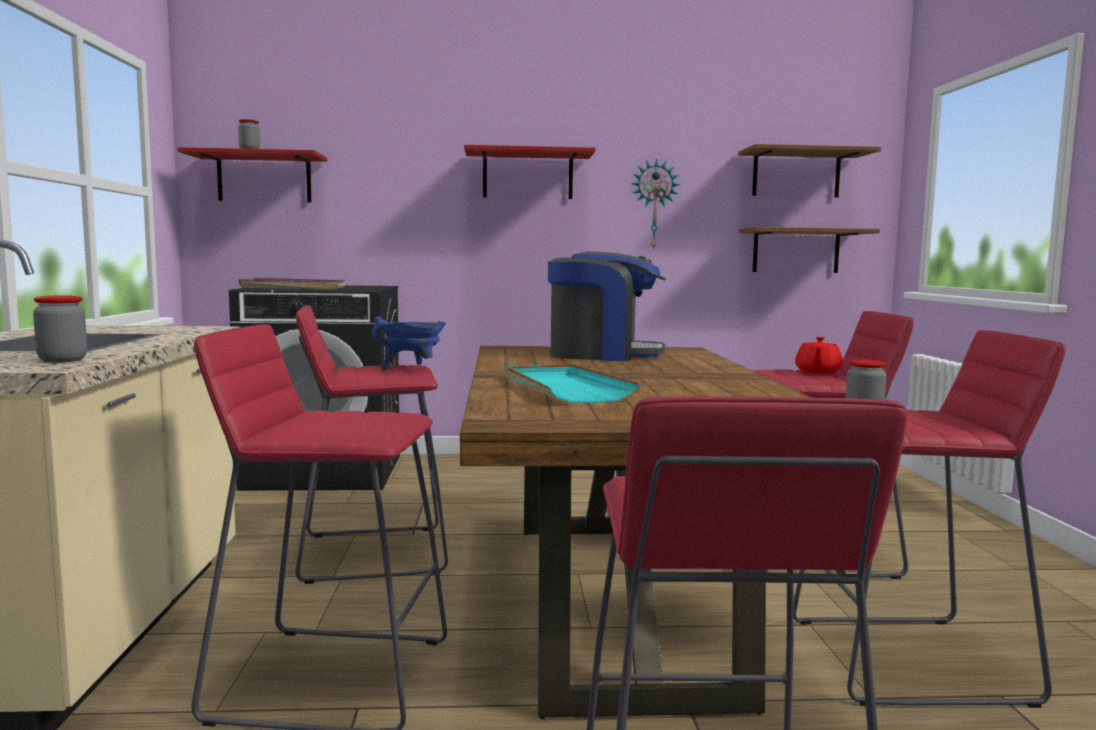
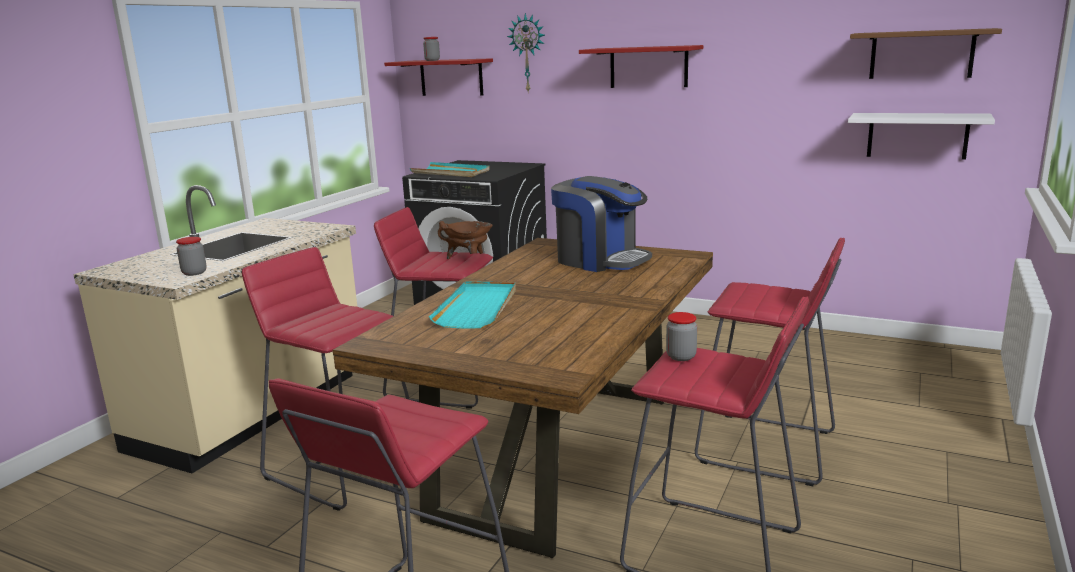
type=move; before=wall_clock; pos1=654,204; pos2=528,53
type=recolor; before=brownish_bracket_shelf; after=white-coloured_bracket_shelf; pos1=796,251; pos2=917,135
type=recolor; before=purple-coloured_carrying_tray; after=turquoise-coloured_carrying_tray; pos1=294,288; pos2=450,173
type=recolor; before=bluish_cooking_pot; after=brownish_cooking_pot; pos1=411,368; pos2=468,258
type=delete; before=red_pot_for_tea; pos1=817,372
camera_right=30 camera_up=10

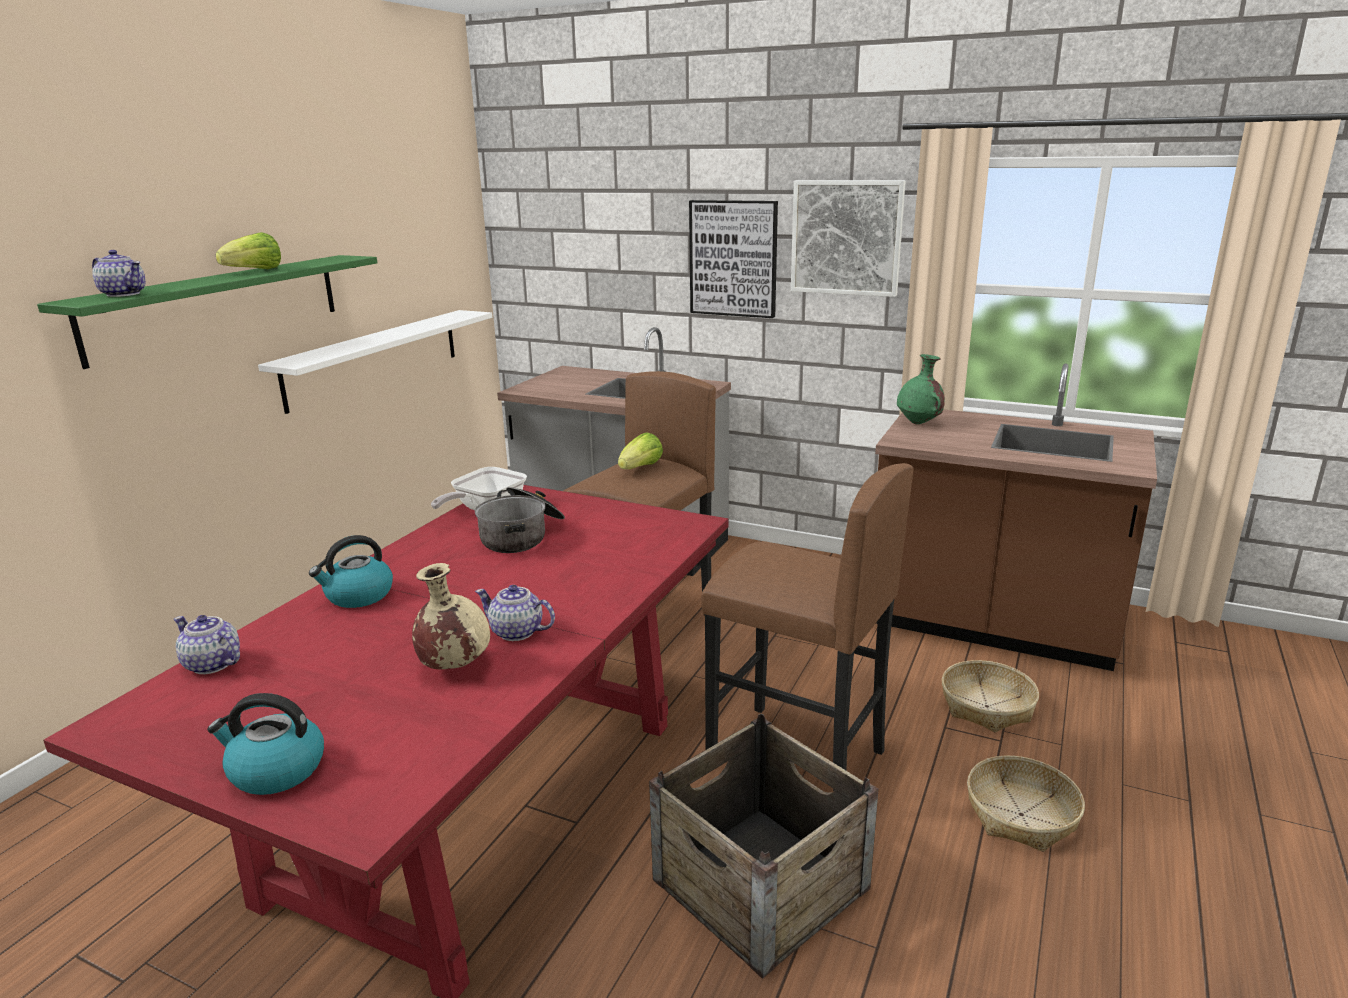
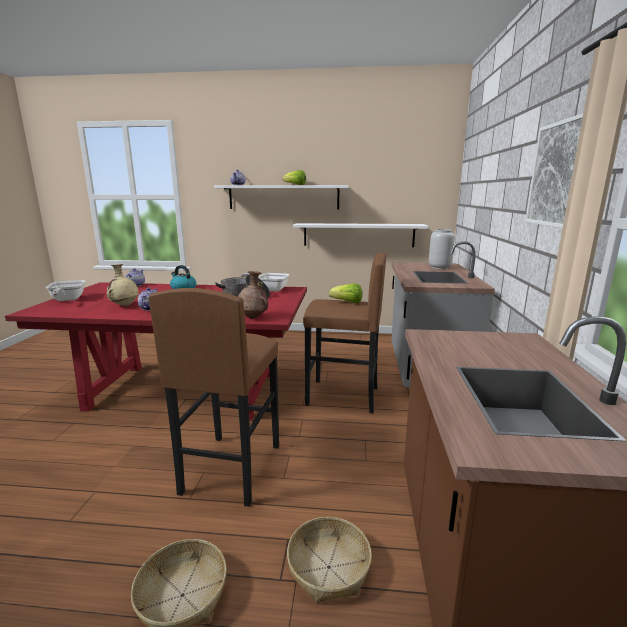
type=delete; before=wall_art; pos1=733,258
type=recolor; before=green_bracket_shelf; after=white-coloured_bracket_shelf; pos1=218,306; pos2=283,197
type=delete; before=green_flower_vase; pos1=919,423
type=replace; before=water_kettle; after=skillet; pos1=275,770; pos2=67,300
type=delete; before=crate; pos1=760,885
type=insert; after=gray_flower_vase; pos2=439,267
type=insert; after=brownish_flower_vase; pos2=253,317
camera_right=70 camera_up=-5

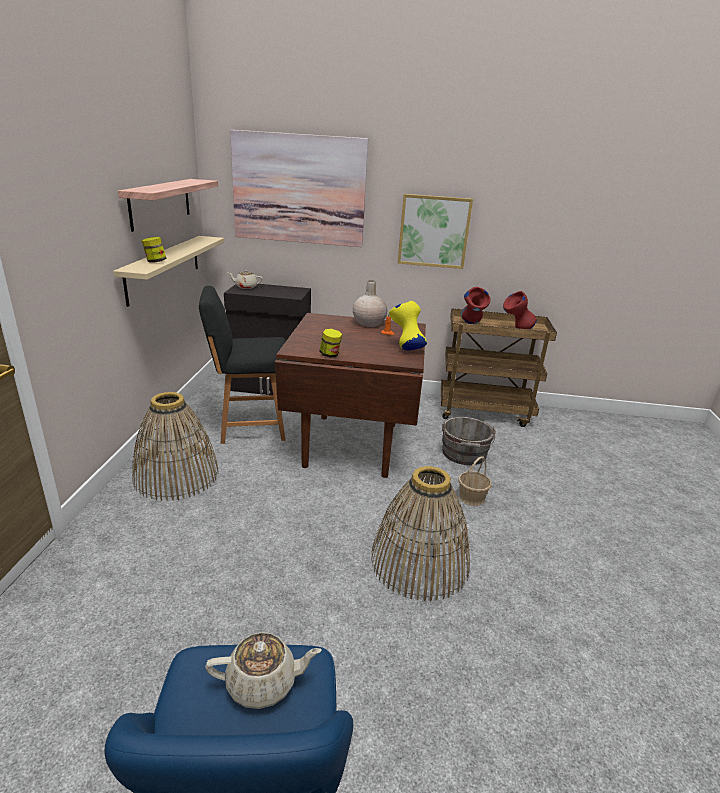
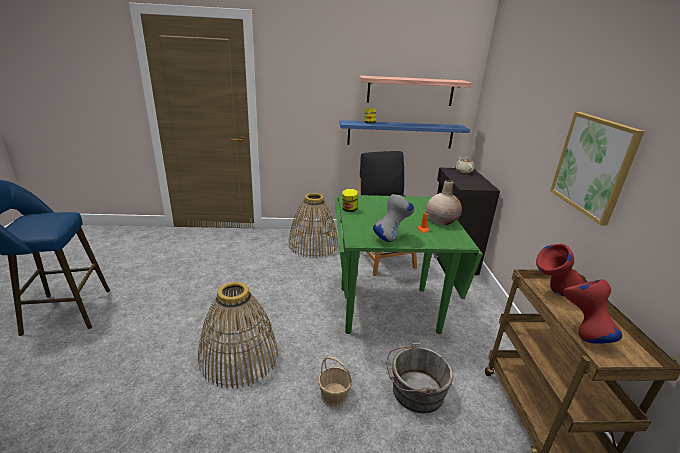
type=delete; before=wall_art; pos1=299,189
type=recolor; before=sand-coloured_bracket_shelf; after=bluish_bracket_shelf; pos1=164,268; pos2=400,134
type=recolor; before=yellowish_flower_vase; after=gray_flower_vase; pos1=405,348; pos2=391,238
type=recolor; before=brownish_dinner_table; after=green_dinner_table; pos1=352,444; pos2=388,310
type=delete; before=sand-coloured_pot_for_tea; pos1=263,683
camera_right=80 camera_up=0

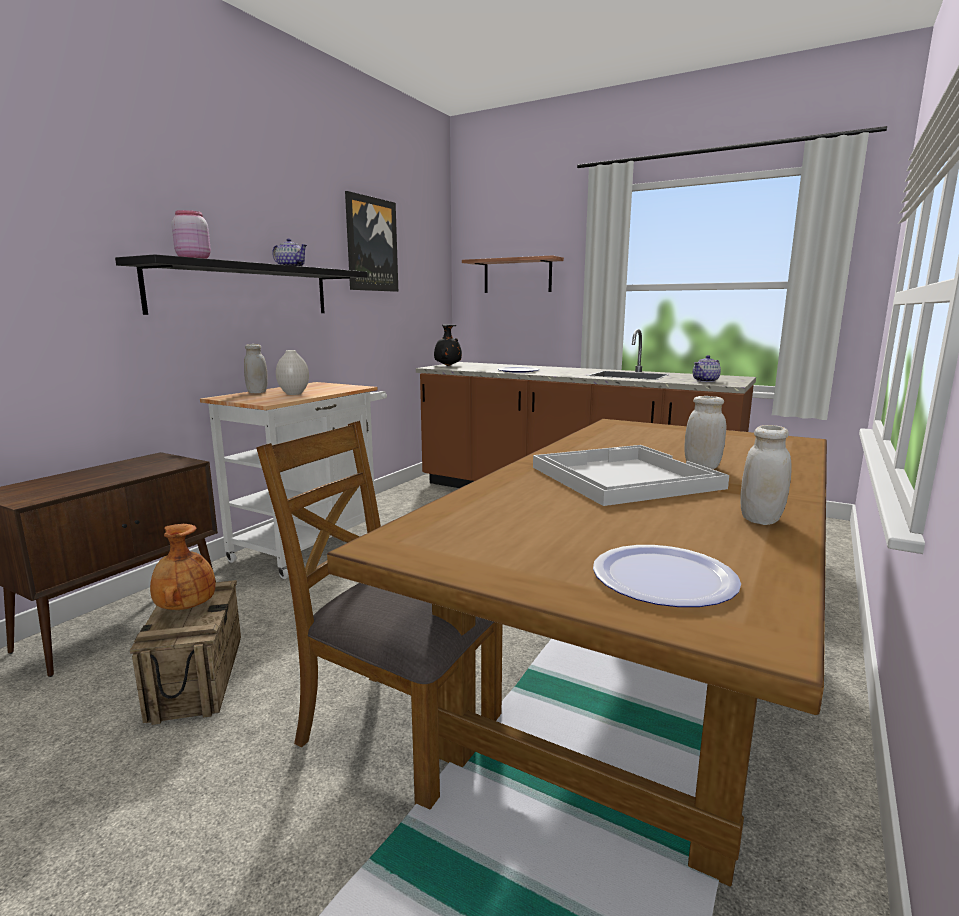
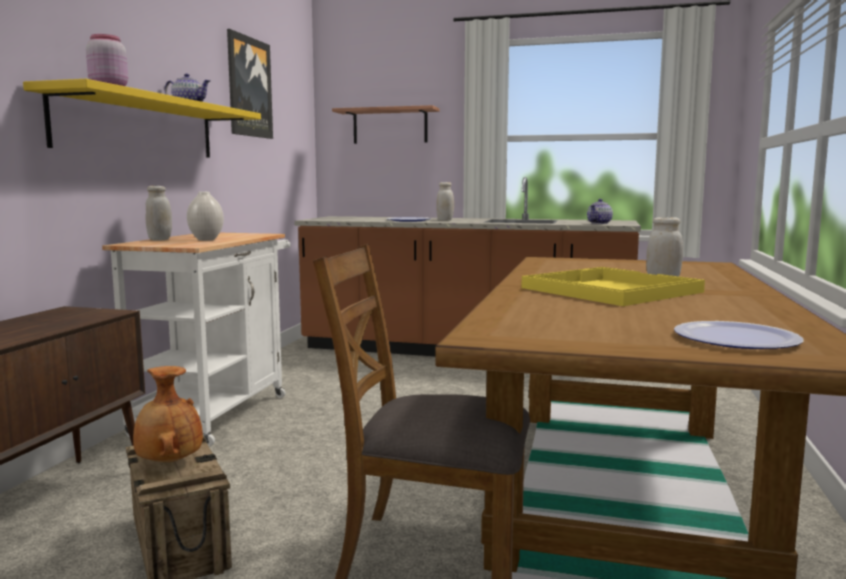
type=recolor; before=black_bracket_shelf; after=yellowish_bracket_shelf; pos1=244,290; pos2=139,127
type=delete; before=black_flower_vase; pos1=447,366
type=move; before=white-coloured_jar; pos1=761,519; pos2=445,220
type=recolor; before=white-coloured_carrying_tray; after=yellowish_carrying_tray; pos1=622,477; pos2=608,290
camera_right=-15 camera_up=-5

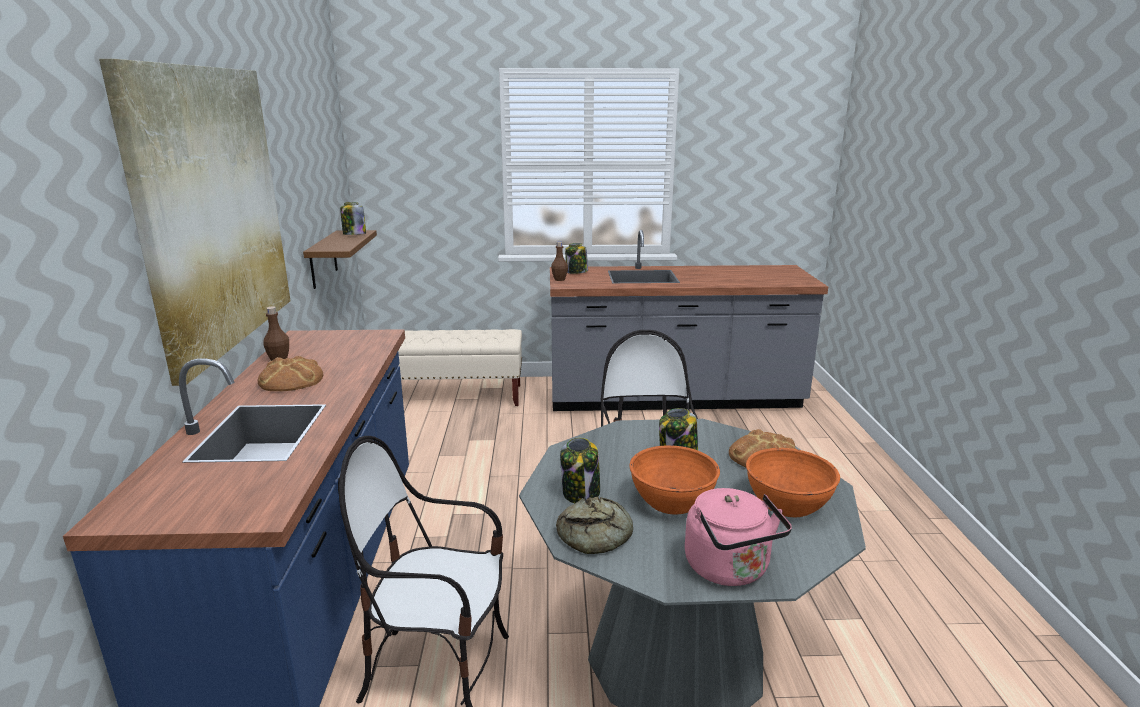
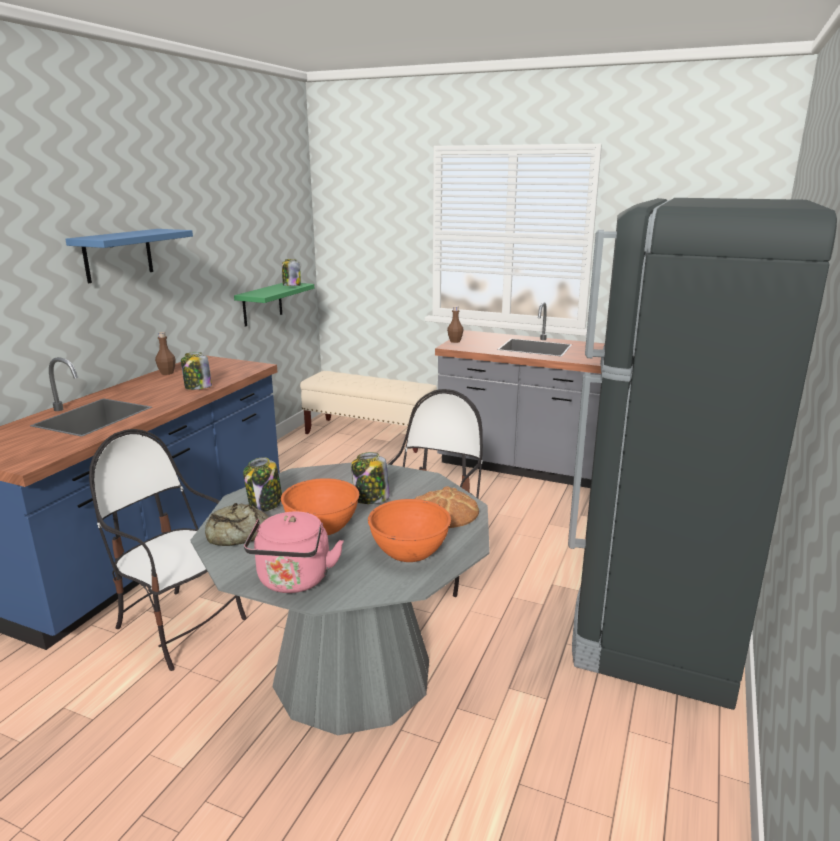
type=replace; before=wall_art; after=bluish_bracket_shelf; pos1=212,210; pos2=118,255
type=recolor; before=brownish_bracket_shelf; after=green_bracket_shelf; pos1=323,259; pos2=262,304
type=move; before=jar; pos1=576,272; pos2=197,387
type=delete; before=bakery_bread; pos1=291,379
type=insert; after=black_kitchen_fridge; pos2=655,627
camera_right=25 camera_up=0

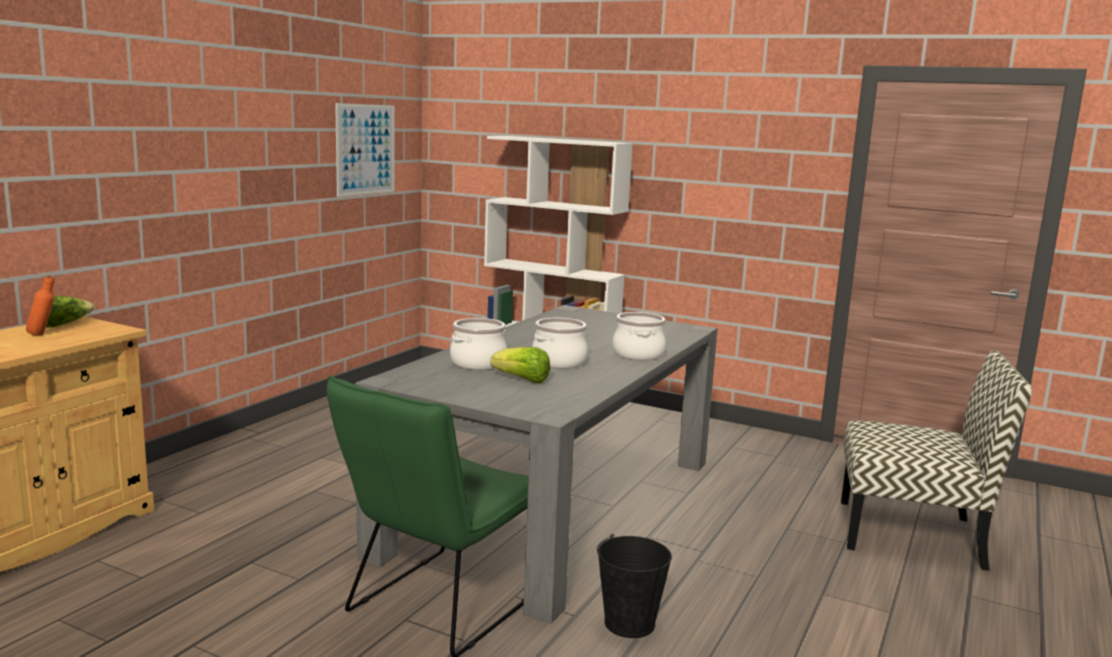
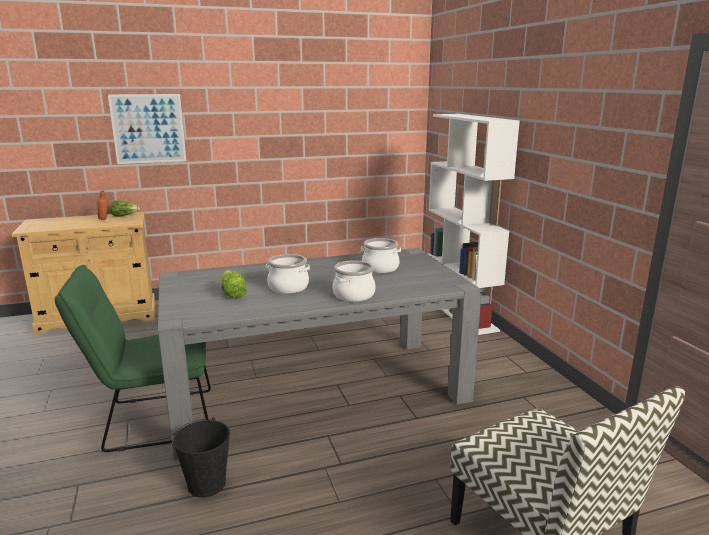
type=move; before=wall_art; pos1=365,149; pos2=148,129
type=move; before=cooking_pot; pos1=478,363; pos2=380,268
camera_right=45 camera_up=5

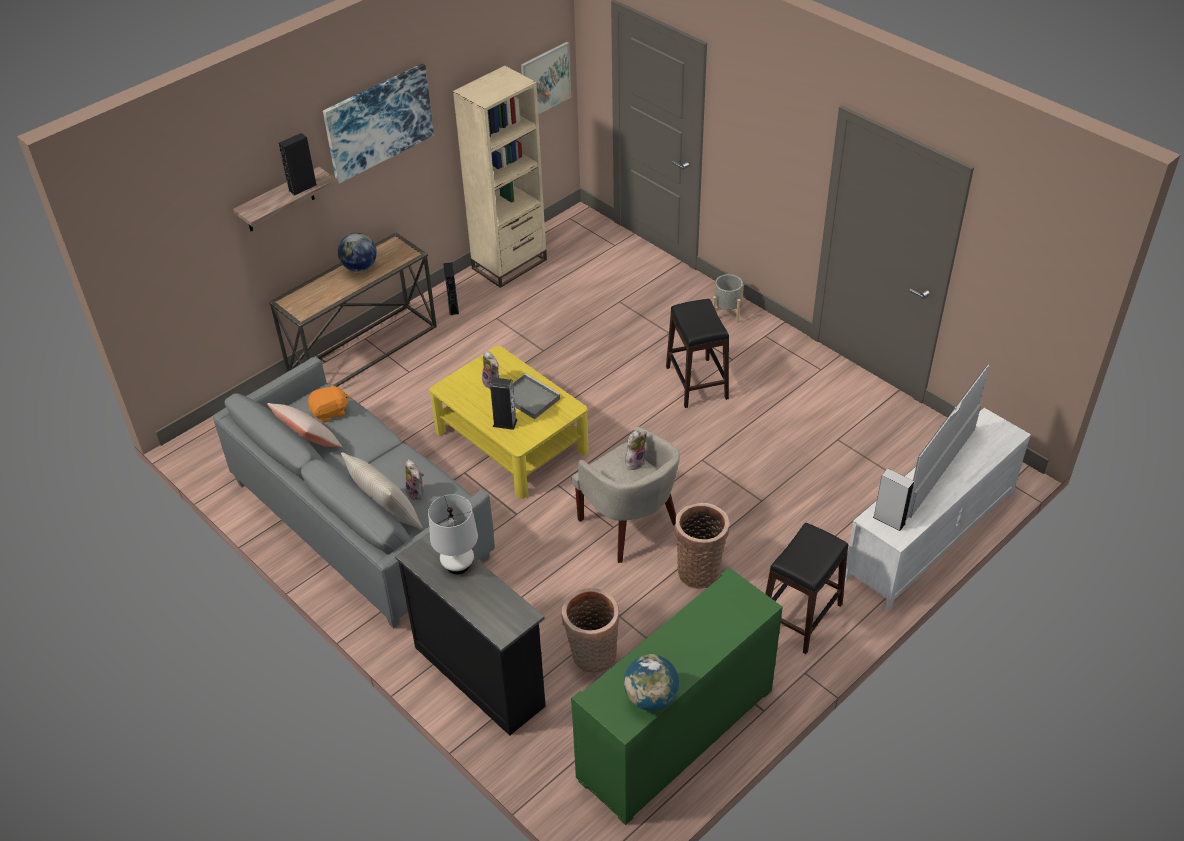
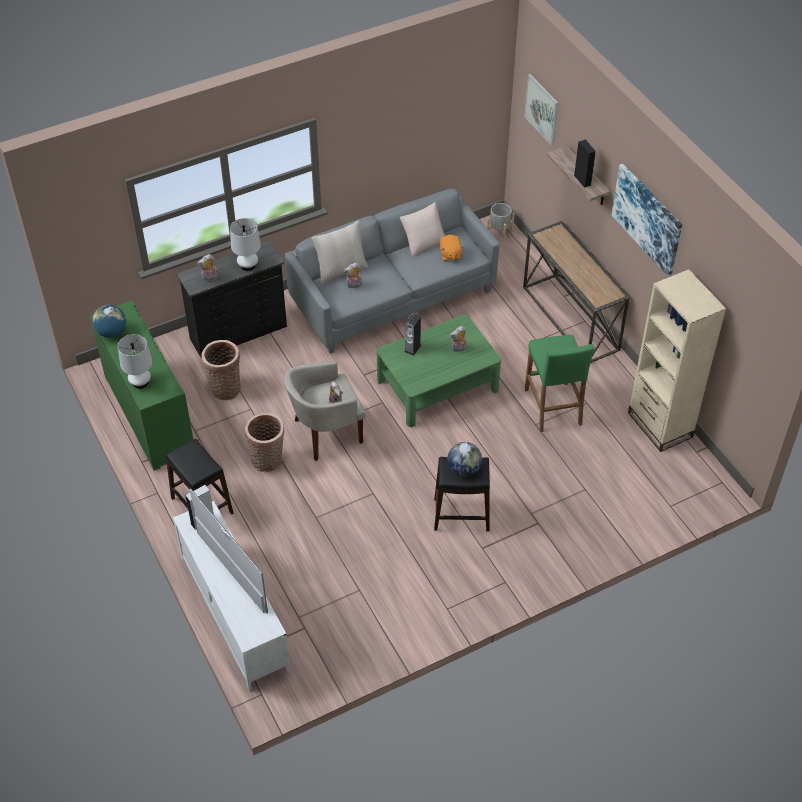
type=move; before=wall_art; pos1=545,80; pos2=542,109
type=move; before=globe; pos1=359,267; pos2=464,469
type=delete; before=black_audio_speaker; pos1=453,307
type=move; before=gray_plant_pot; pos1=727,313; pos2=499,232
type=recolor; before=yellowish_coffee_table; after=green_coffee_table; pos1=511,441; pos2=437,385
type=delete; before=gray_carrying_tray; pos1=529,398
type=insert; after=cuddly_toy; pos2=209,278
type=insert; after=white-coloured_table_lamp; pos2=140,382
type=insert; after=green_stool_seat; pos2=553,407
camera_right=105 camera_up=5

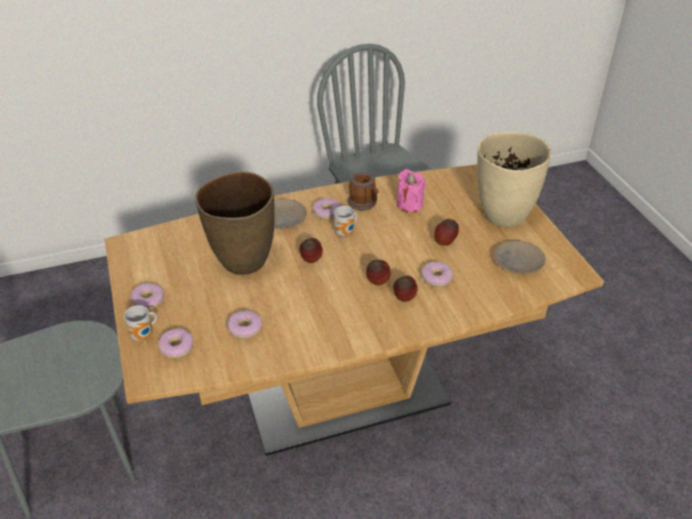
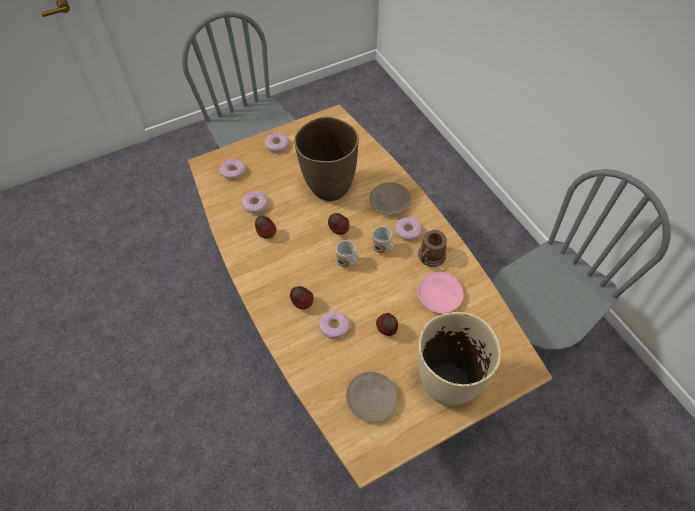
type=replace; before=pinkish_wax_candle; after=pinkish_plate; pos1=409,204; pos2=439,295
type=move; before=apple_fruit; pos1=377,283; pos2=266,234
type=move; before=mug; pos1=144,336; pos2=346,264
camera_right=80 camera_up=15

